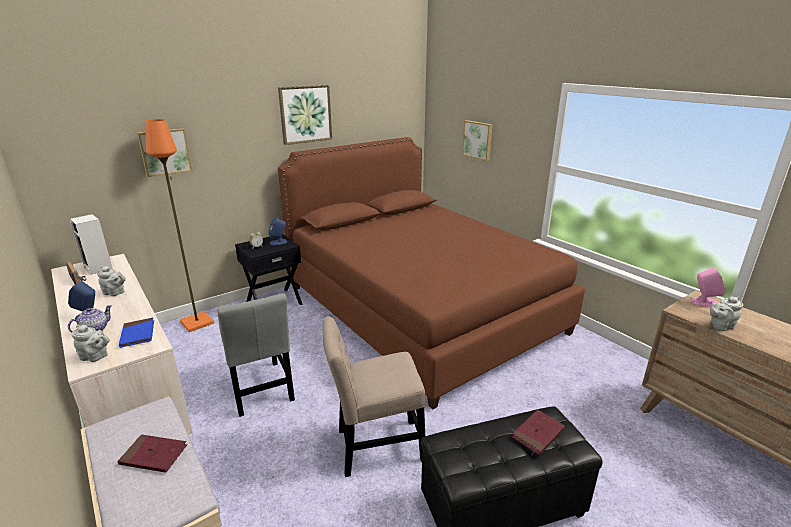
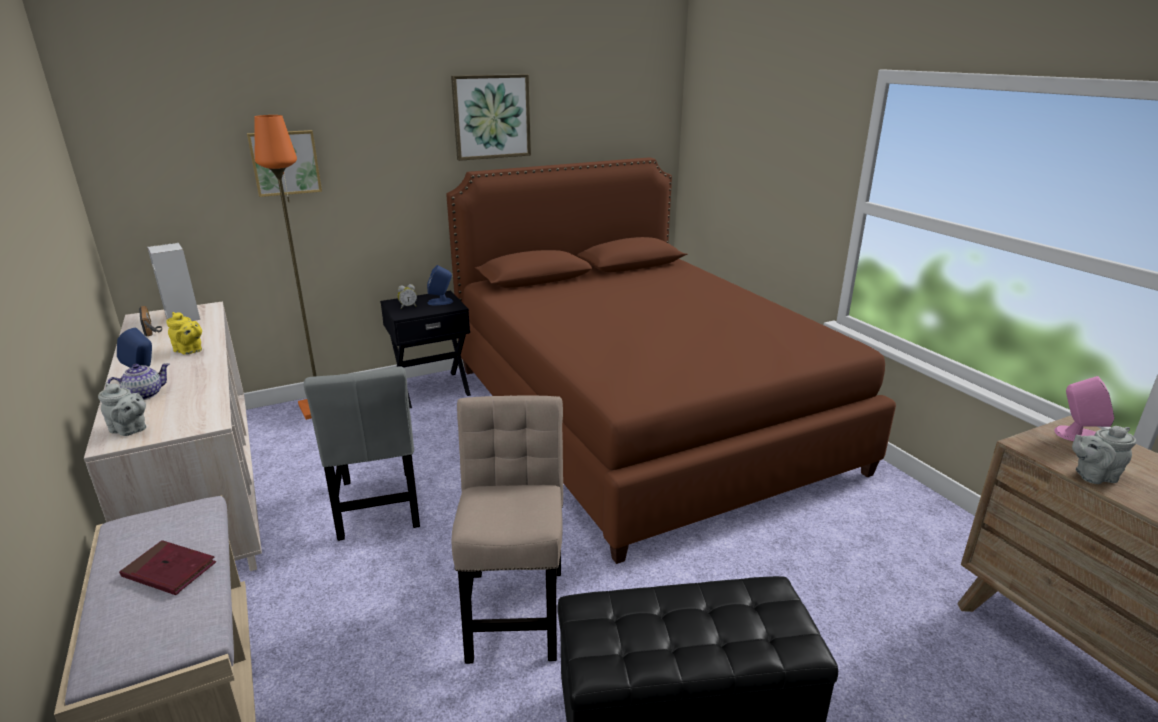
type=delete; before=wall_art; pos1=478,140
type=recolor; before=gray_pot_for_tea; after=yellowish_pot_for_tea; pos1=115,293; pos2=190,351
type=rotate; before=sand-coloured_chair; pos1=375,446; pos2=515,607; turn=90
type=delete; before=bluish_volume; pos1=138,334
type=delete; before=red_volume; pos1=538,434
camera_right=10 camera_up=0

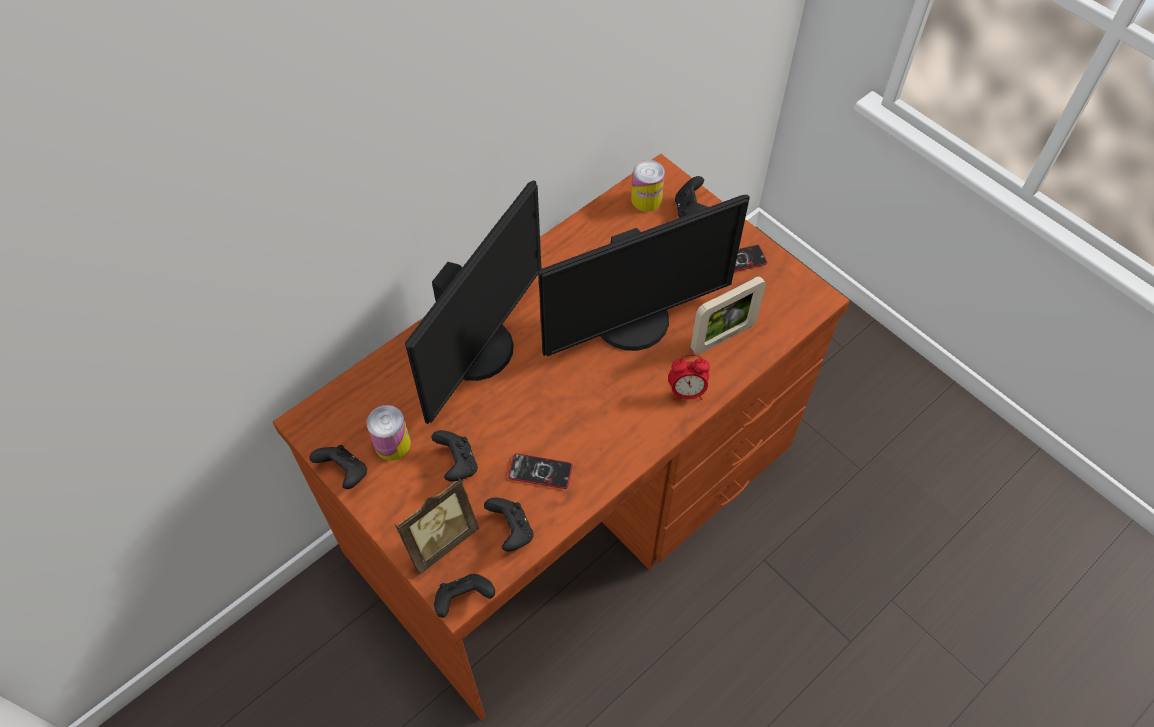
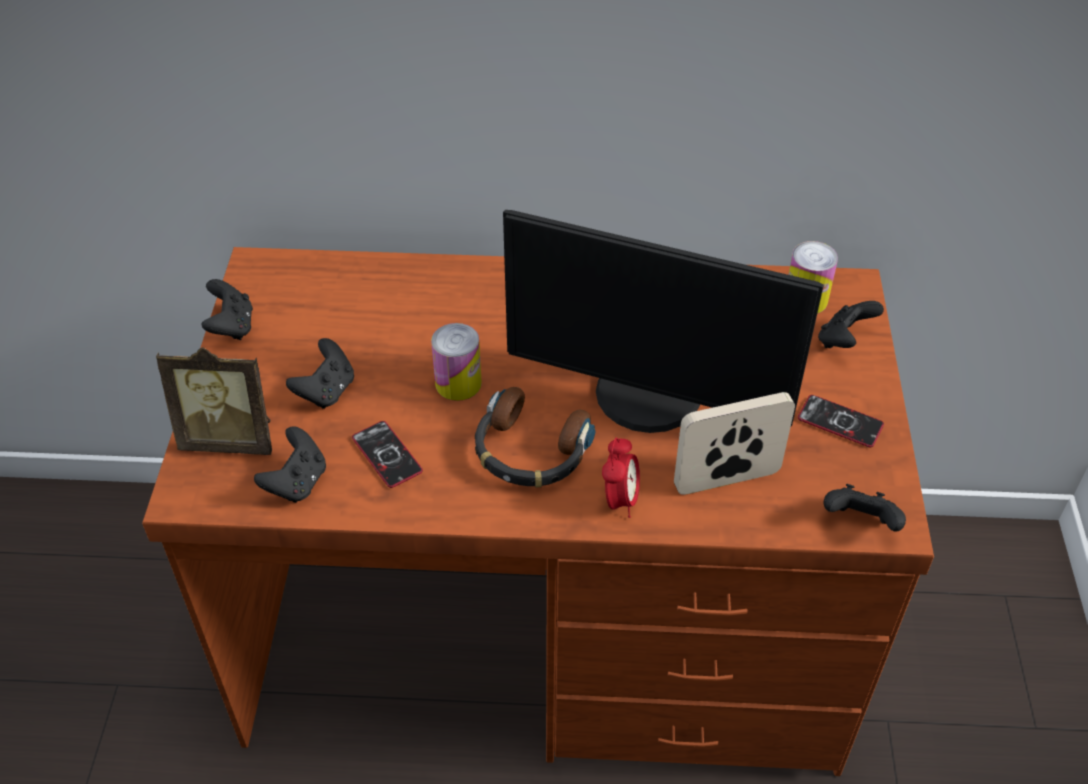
type=delete; before=computer_screen; pos1=479,350
type=rotate; before=picture_frame; pos1=722,337; pos2=726,480; turn=150
type=rotate; before=table_clock; pos1=686,392; pos2=620,500; turn=-120
type=move; before=can; pos1=392,444; pos2=458,383
type=move; before=black_joypad; pos1=464,599; pos2=860,522
type=insert; after=headset; pos2=530,451
camera_right=45 camera_up=-10

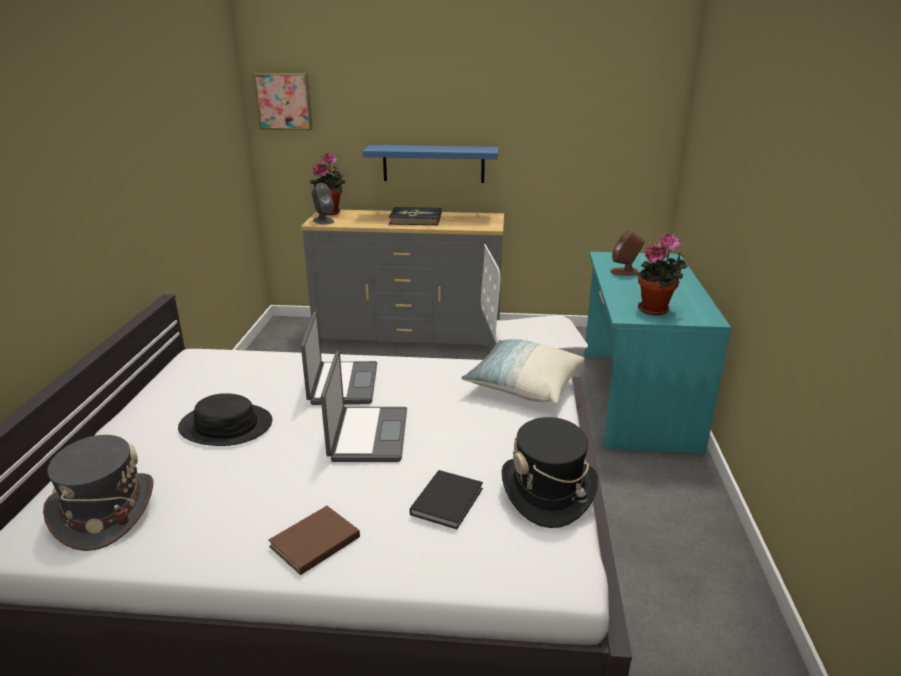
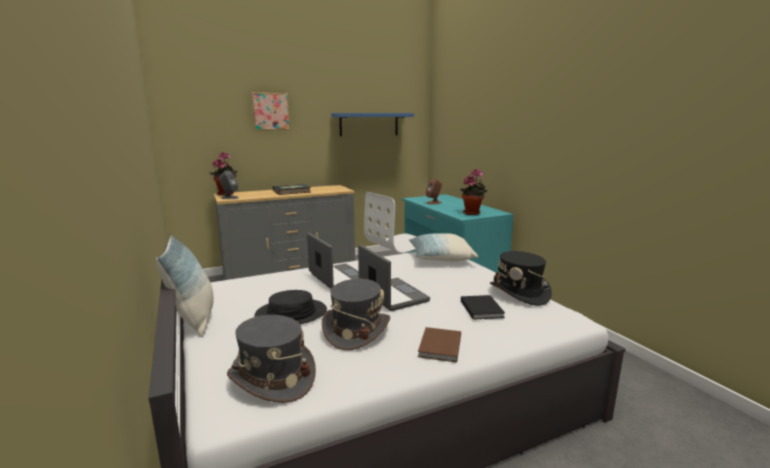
type=move; before=wall_art; pos1=284,101; pos2=270,111
type=move; before=bluish_bracket_shelf; pos1=433,163; pos2=369,124
type=insert; after=cushion; pos2=194,319
type=insert; after=gray_wearable_hat; pos2=356,330
camera_right=-30 camera_up=-10

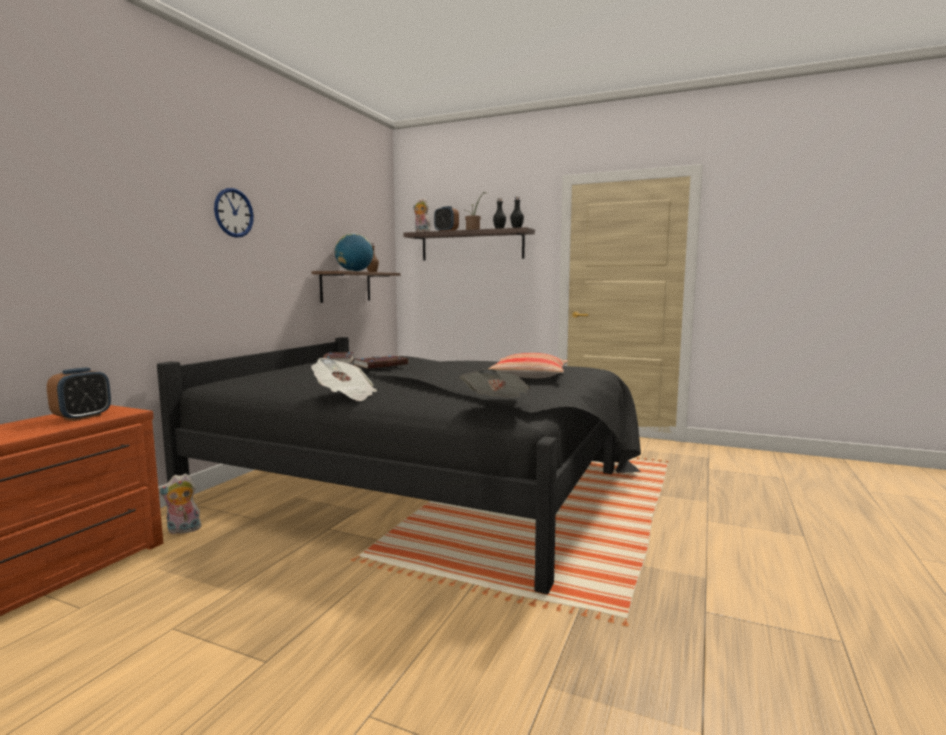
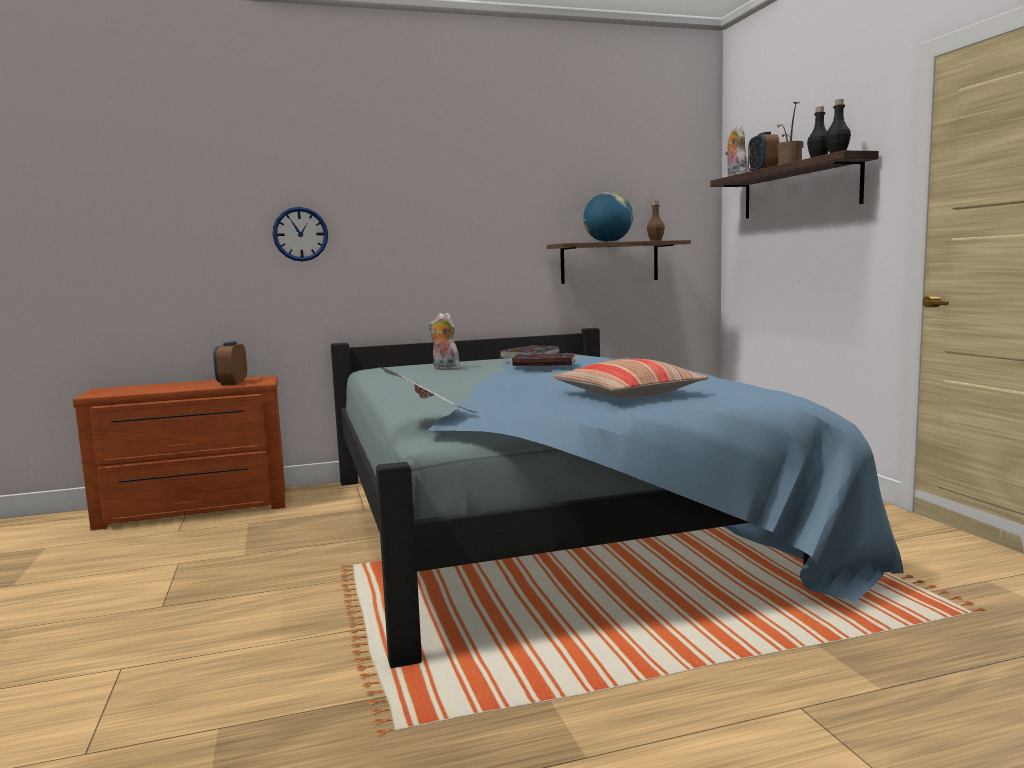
type=move; before=wall_clock; pos1=233,213; pos2=300,234
type=recolor; before=black_sleeping_bed; after=bluish_sleeping_bed; pos1=427,484; pos2=551,525
type=delete; before=newspaper; pos1=345,396
type=rotate; before=table_clock; pos1=82,417; pos2=232,383; turn=105
type=move; before=cuddly_toy; pos1=183,530; pos2=444,369
camera_right=50 camera_up=0

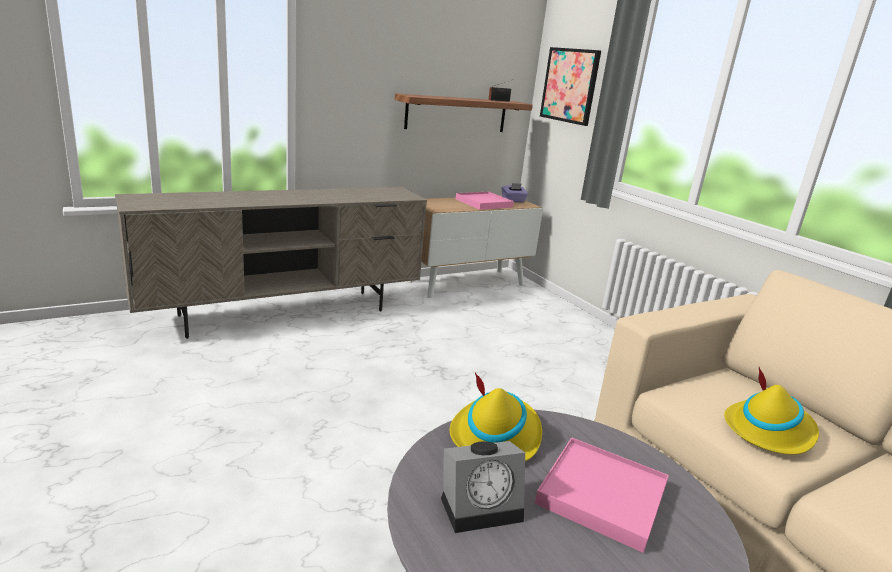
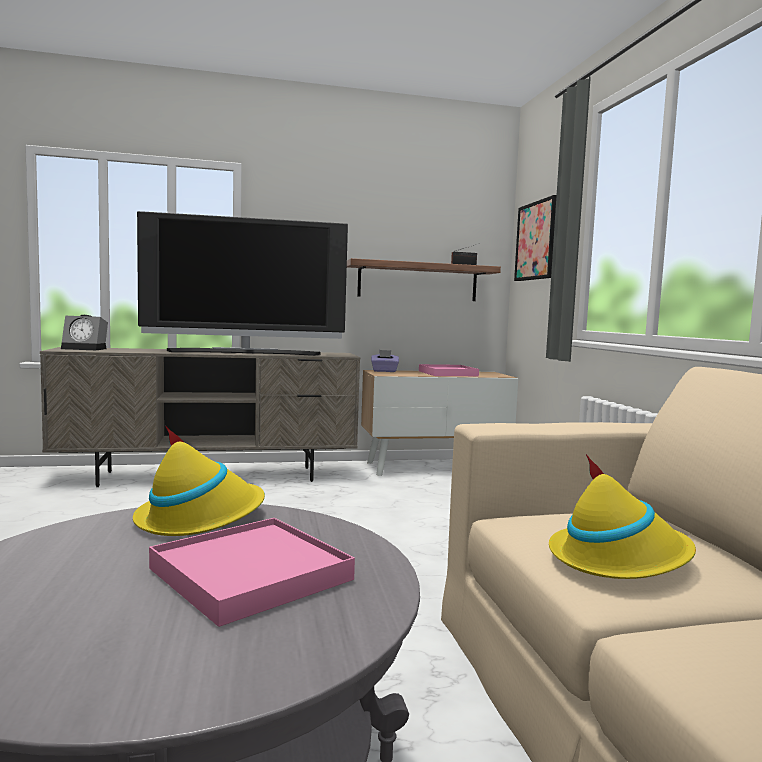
type=move; before=purple-coloured_tissue_box; pos1=513,201; pos2=384,371
type=move; before=table_clock; pos1=482,506; pos2=86,349
type=insert; after=TV_set; pos2=245,353
camera_right=20 camera_up=-15

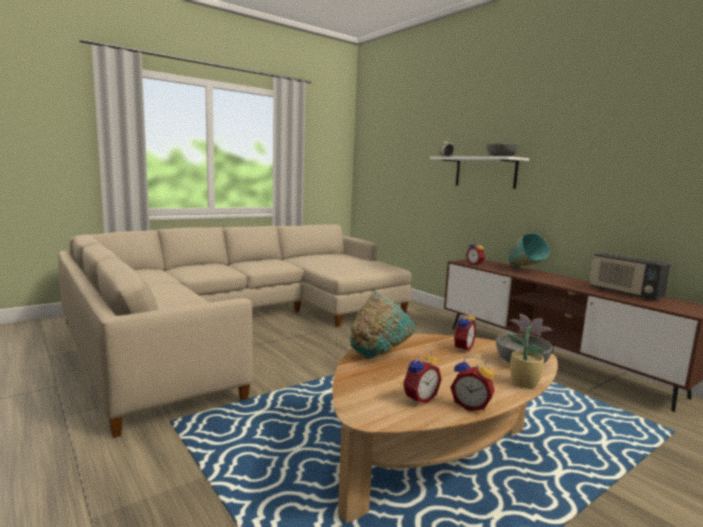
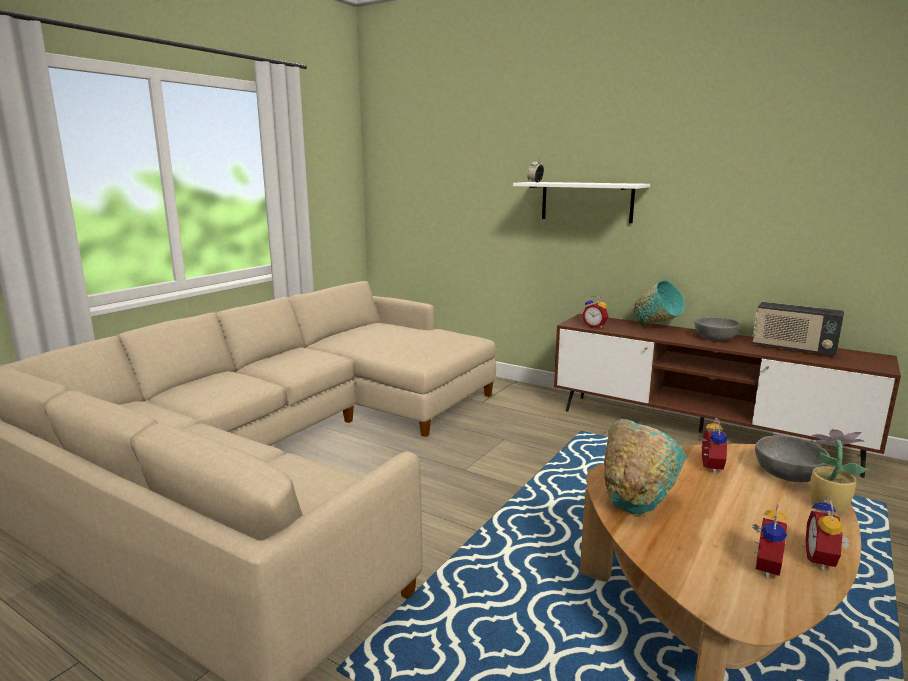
type=move; before=gray_bowl; pos1=501,157; pos2=715,338
type=rotate; before=table_clock; pos1=471,406; pos2=823,561; turn=105
camera_right=-20 camera_up=5

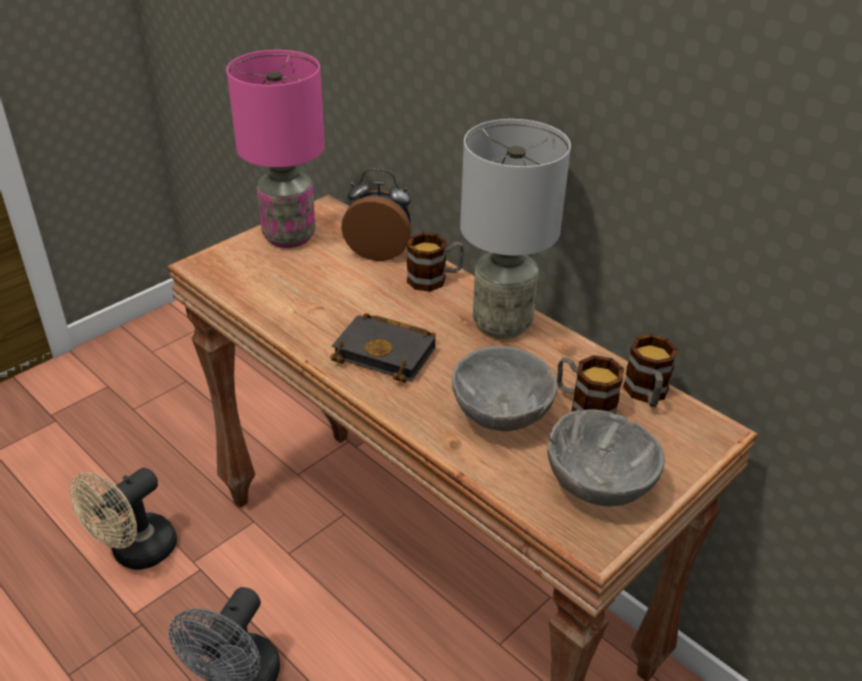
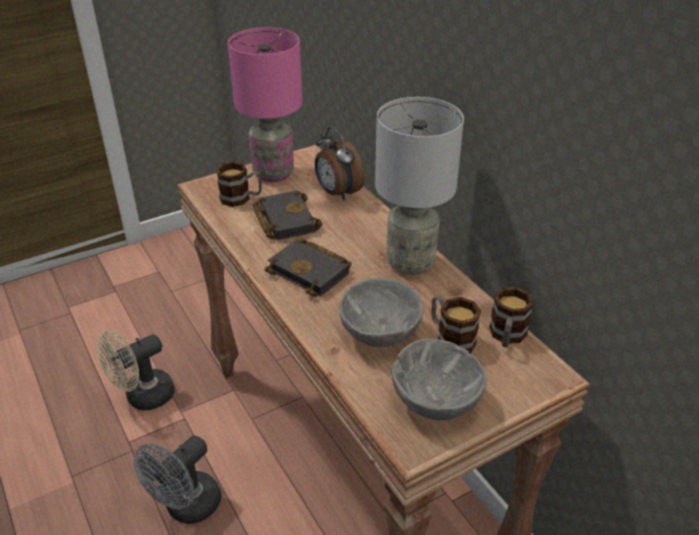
type=rotate; before=table_clock; pos1=379,251; pos2=337,193; turn=-150
type=move; before=mug; pos1=434,279; pos2=241,198
type=insert; after=black_volume; pos2=284,220
camera_right=15 camera_up=0

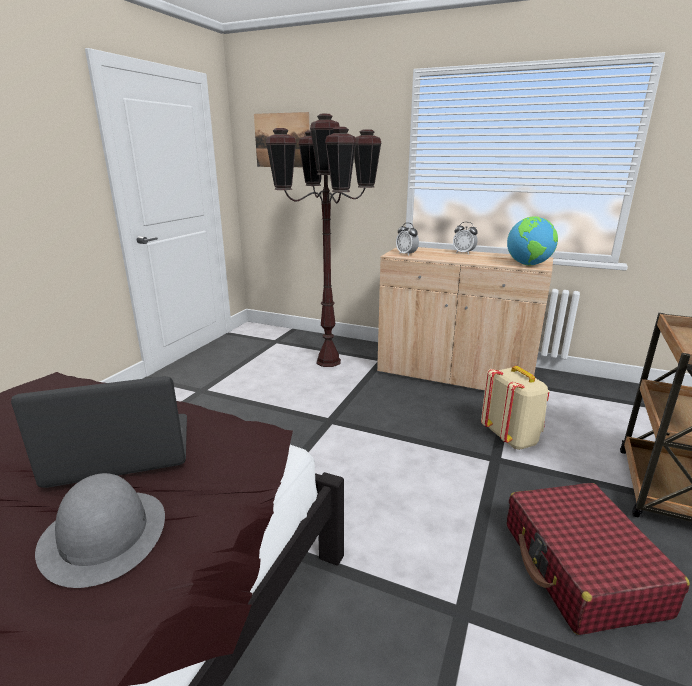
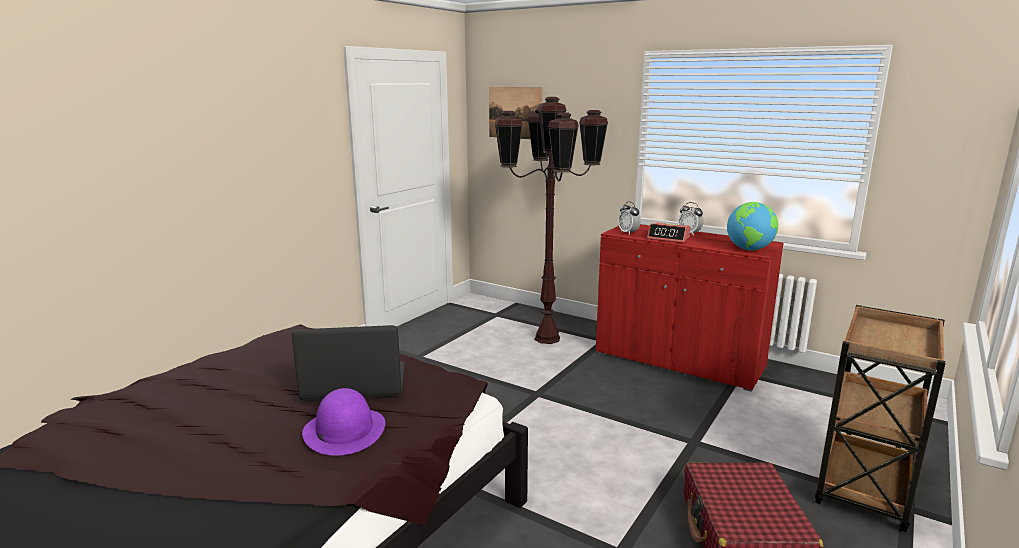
type=recolor; before=sand-coloured_storage_cabinet; after=red_storage_cabinet; pos1=454,374; pos2=678,360
type=delete; before=sand-coloured_knapsack; pos1=511,438
type=recolor; before=gray_wearable_hat; after=purple-coloured_wearable_hat; pos1=104,534; pos2=344,430
type=insert; after=table_clock; pos2=668,238
camera_right=10 camera_up=-5

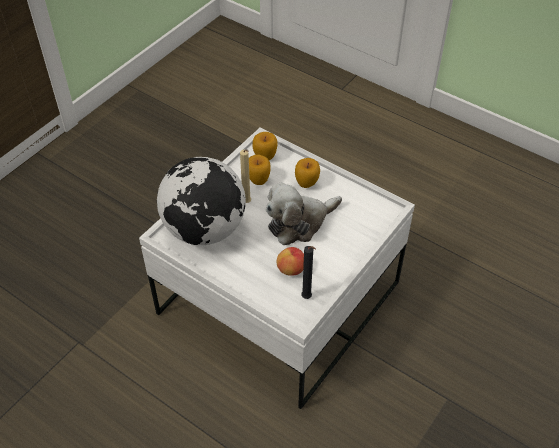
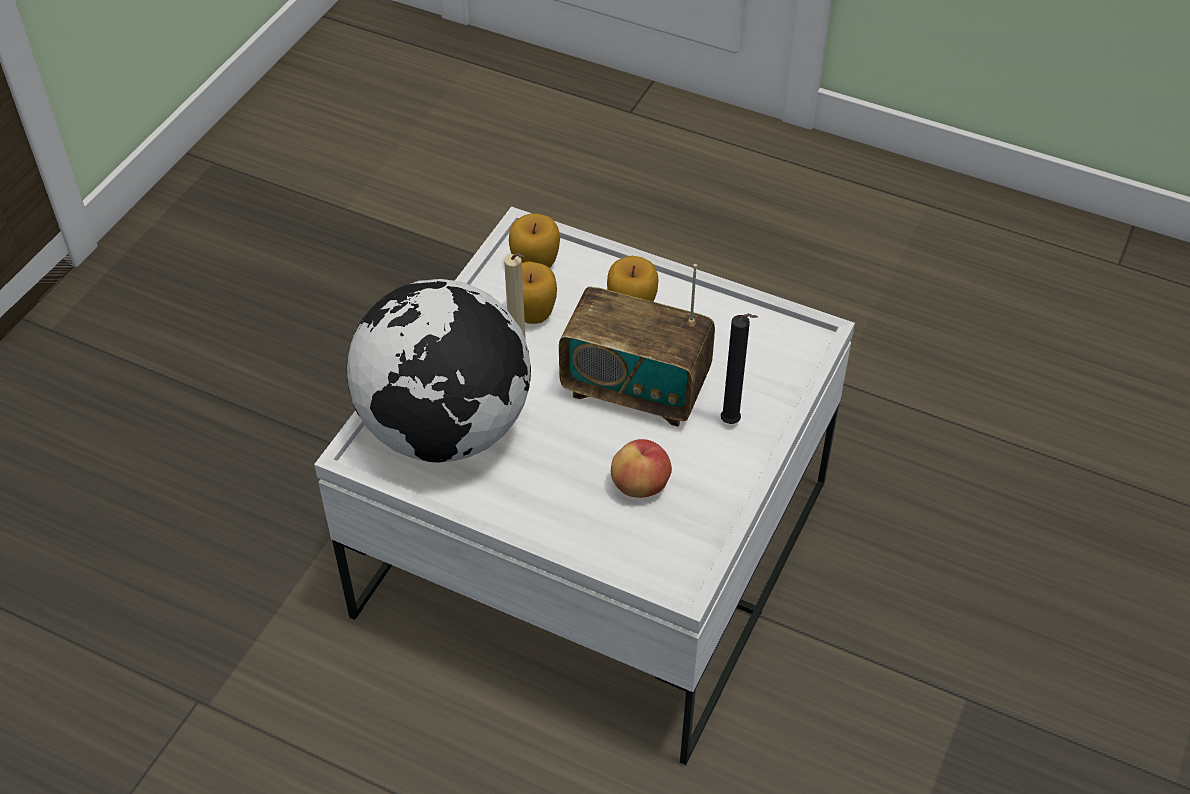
type=replace; before=cuddly_toy; after=radio_receiver; pos1=299,223; pos2=635,389
type=move; before=black_wax_candle; pos1=307,298; pos2=733,423
camera_right=-10 camera_up=0

